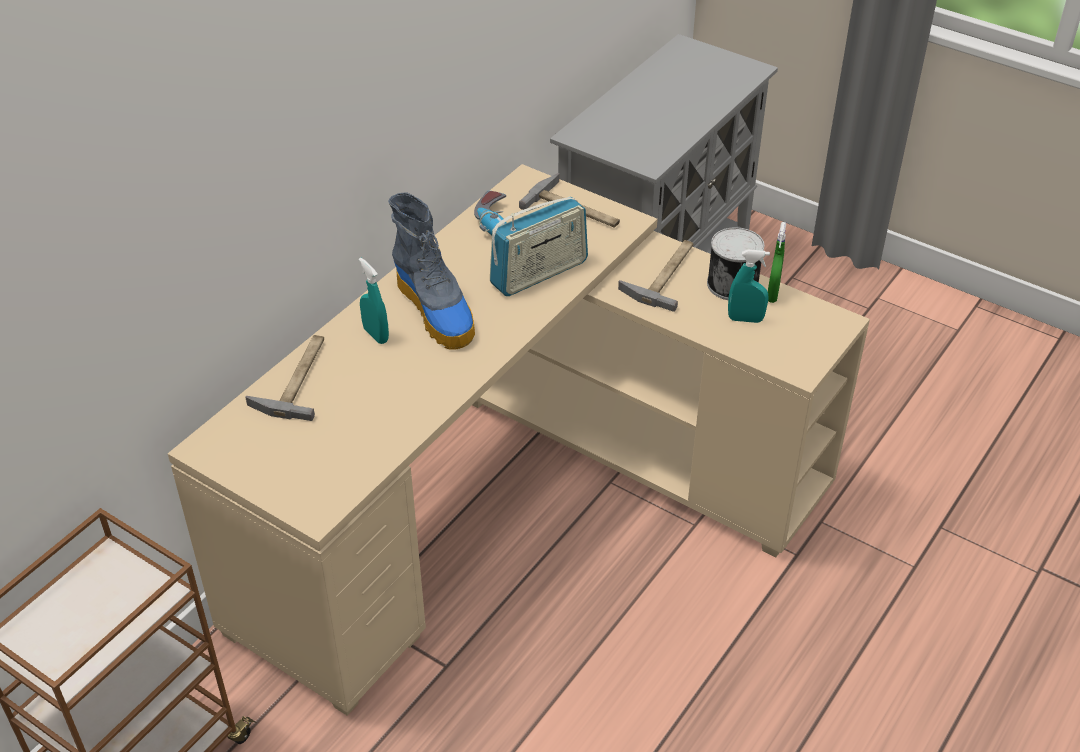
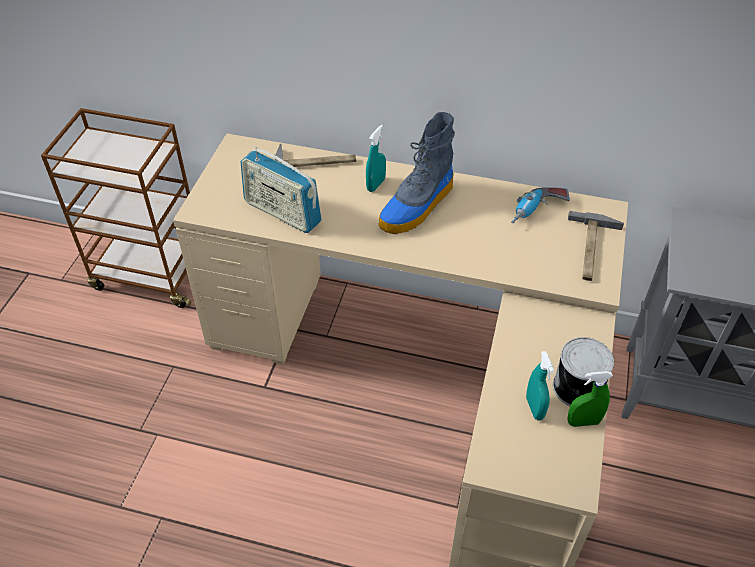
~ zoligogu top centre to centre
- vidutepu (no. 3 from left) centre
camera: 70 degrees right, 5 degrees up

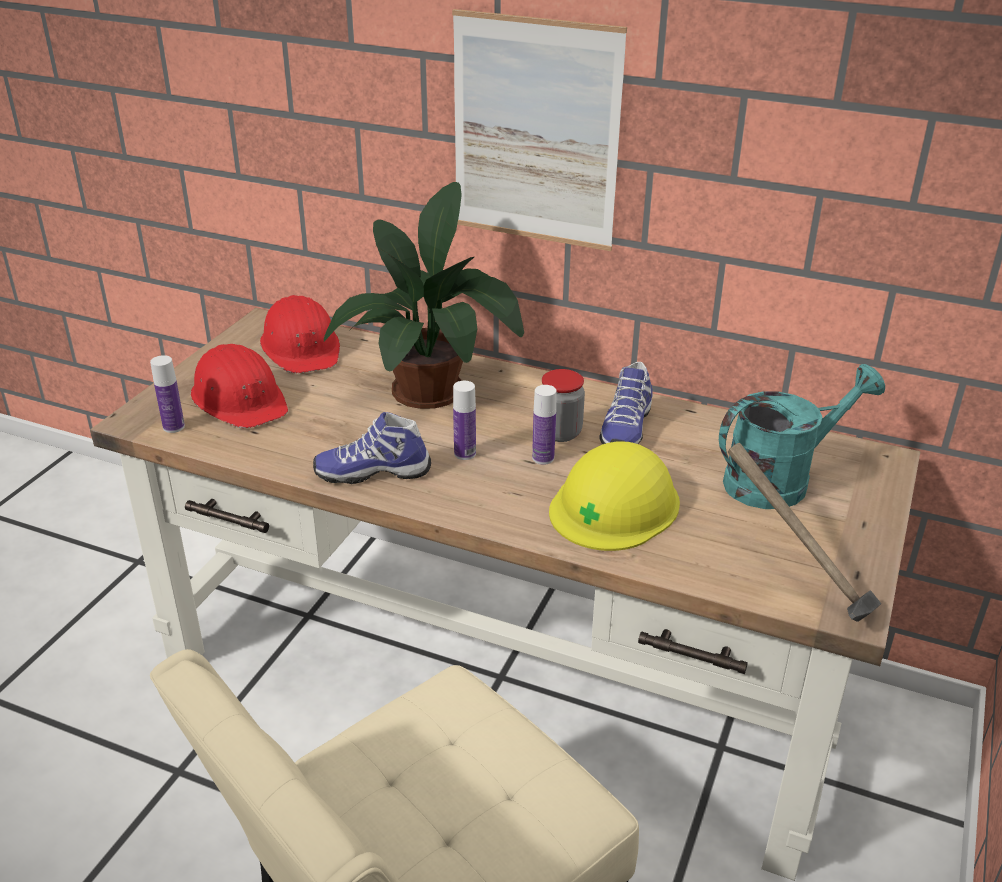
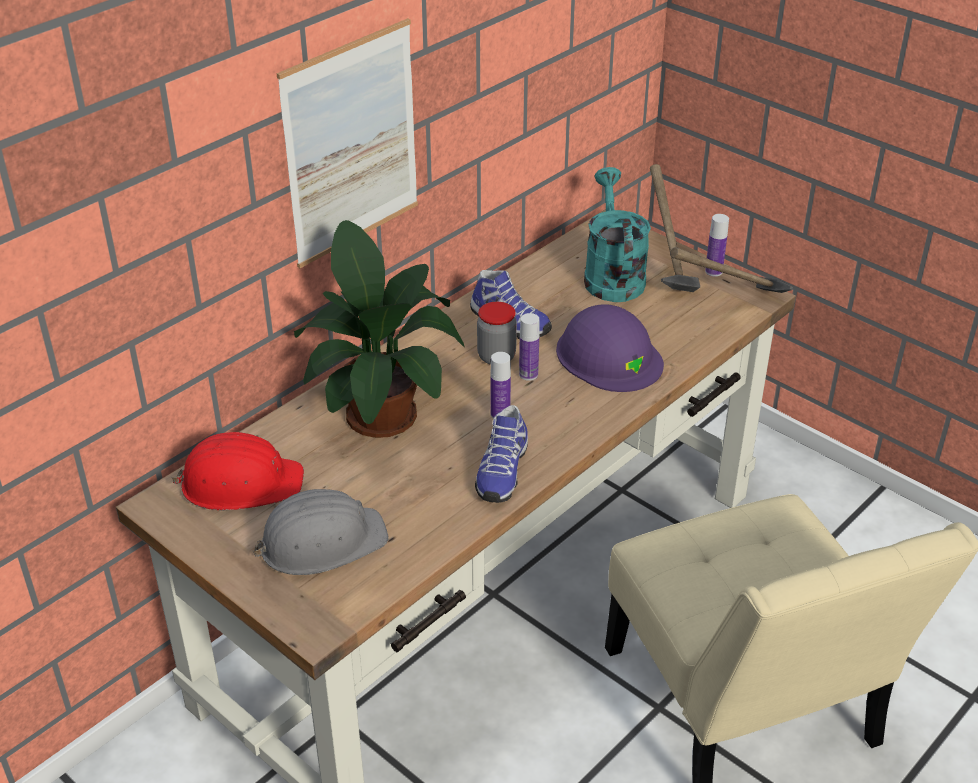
~ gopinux (no. 1 from left in the first image) middle left to gopinux (no. 3 from left) top right
~ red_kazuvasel (no. 1 from left) middle left to grey_kazuvasel bottom left
~ yellow_kazuvasel centre to purple_kazuvasel centre
+ vidutepu (no. 1 from left) top right
camera: 70 degrees left, 5 degrees up

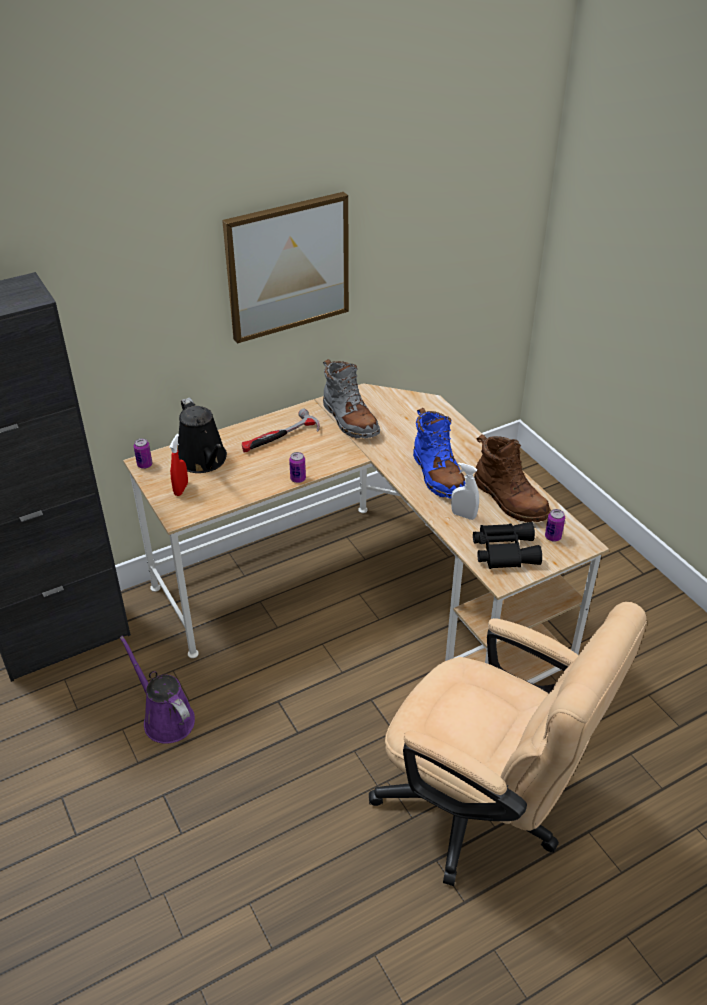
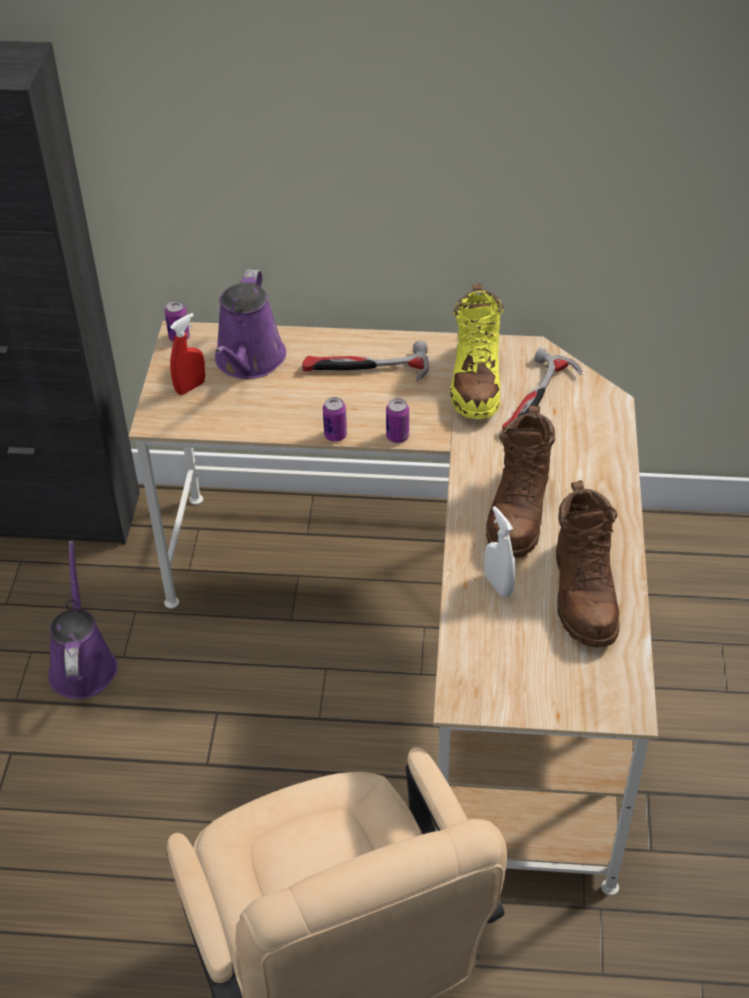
~ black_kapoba middle left to purple_kapoba (no. 2 from left) top centre
- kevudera top centre
~ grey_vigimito centre to yellow_vigimito centre
~ blue_vigimito centre to brown_vigimito (no. 1 from left) middle right
- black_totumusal middle right
~ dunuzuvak (no. 3 from left) middle right to centre
+ vidutepu (no. 2 from left) middle right
camera: 35 degrees right, 5 degrees up

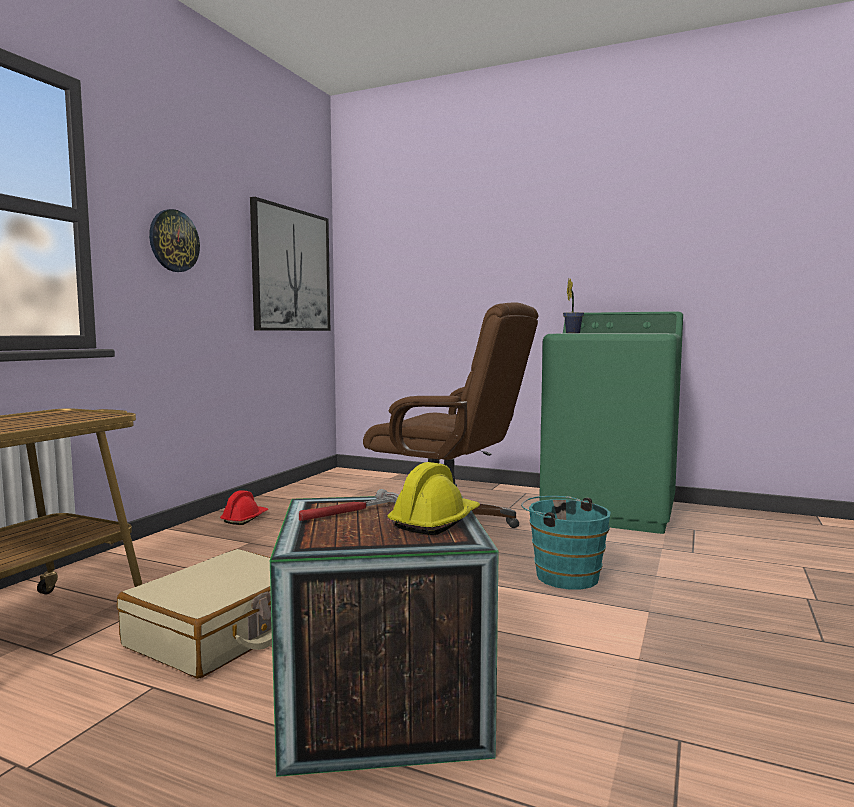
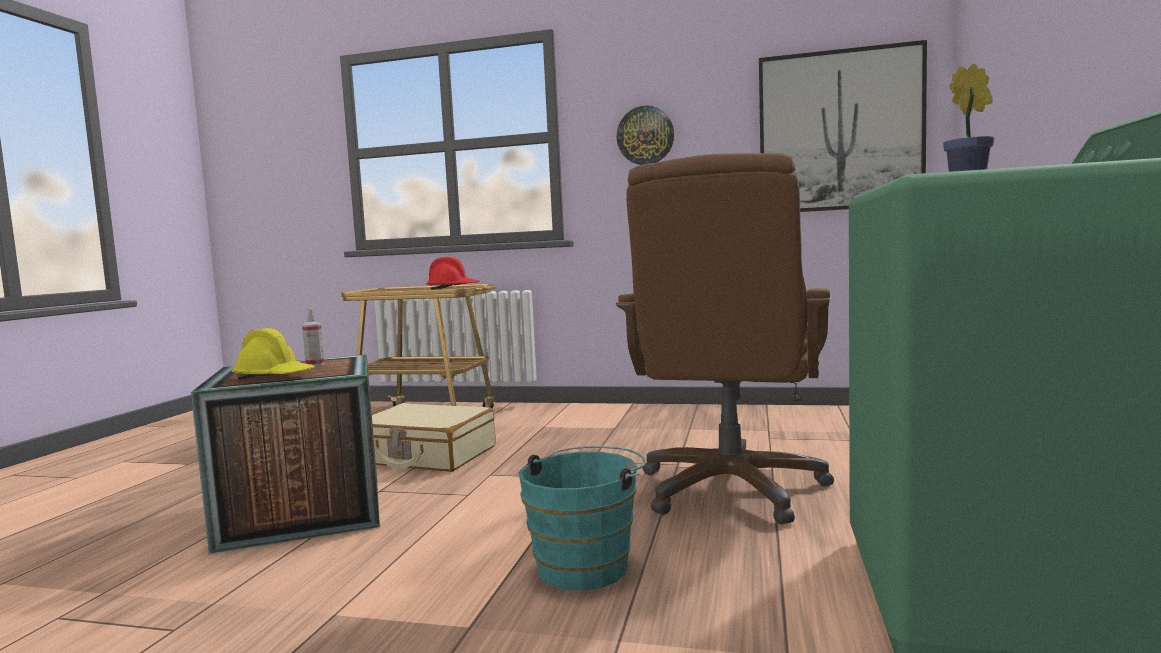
~ red_kazuvasel middle left to centre
~ vidutepu centre to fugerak middle left
camera: 80 degrees right, 0 degrees up

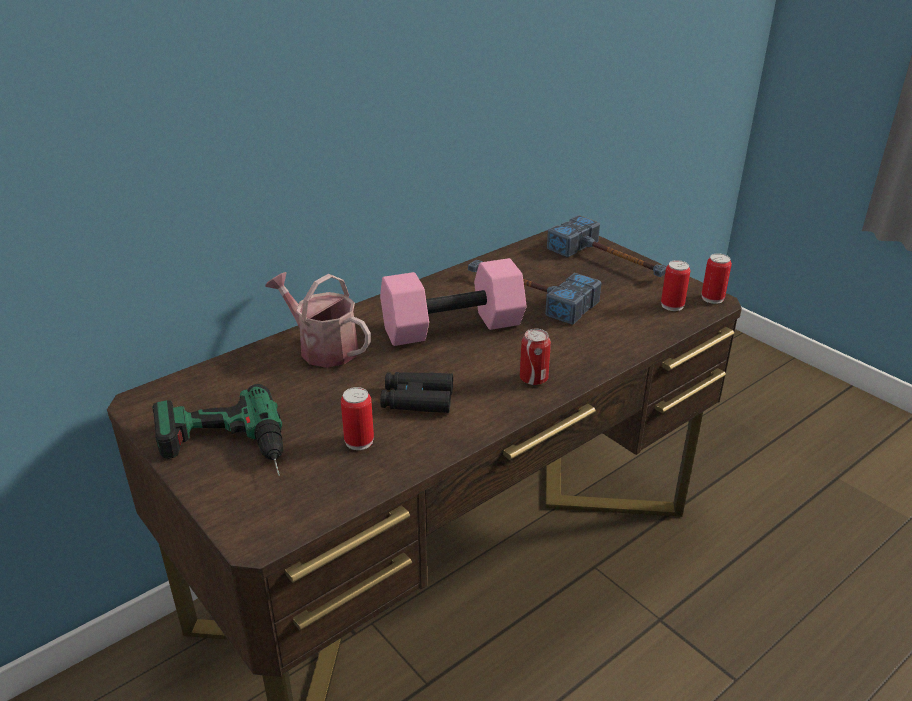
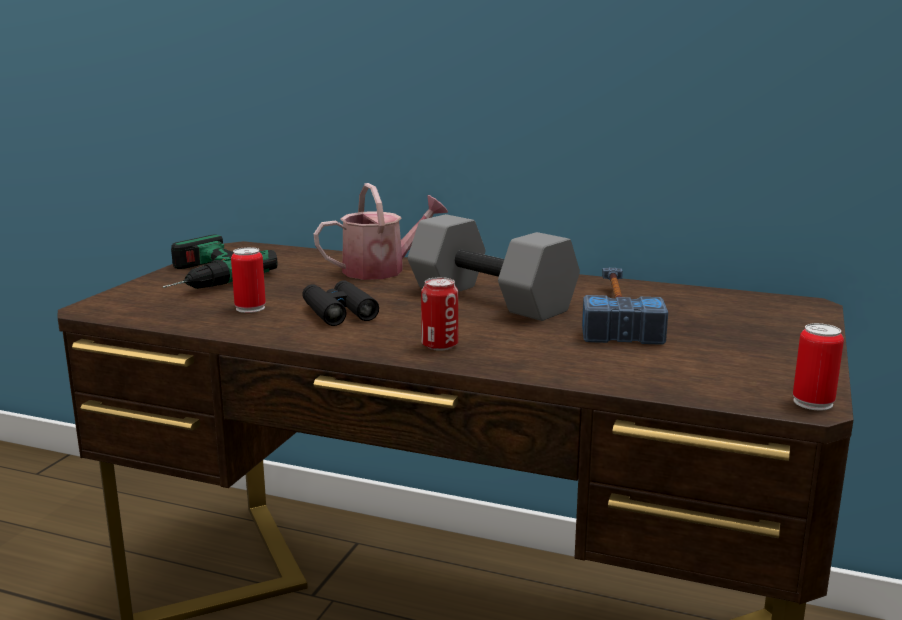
~ kapoba centre = centre 60 degrees clockwise
~ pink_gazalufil centre to grey_gazalufil centre
- vidutepu (no. 2 from left) centre
- dunuzuvak (no. 3 from left) middle right
camera: 60 degrees right, 15 degrees down

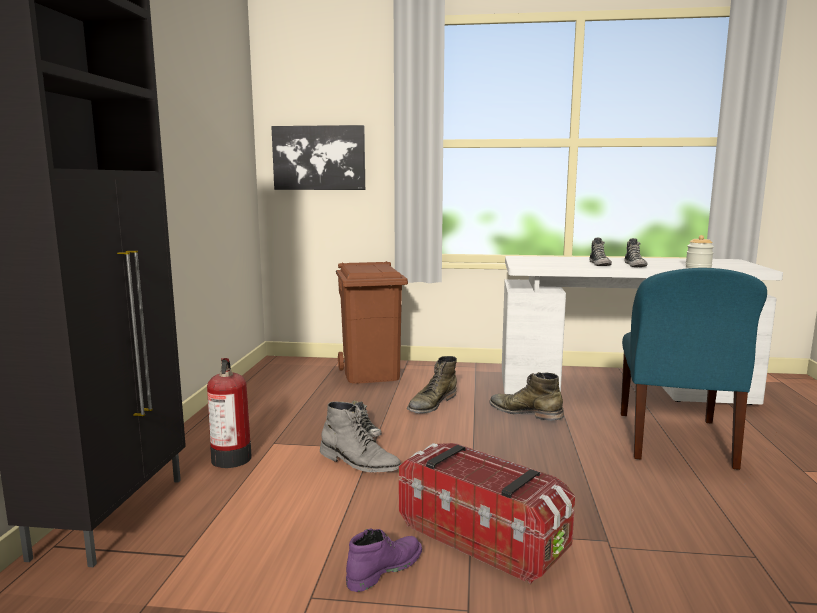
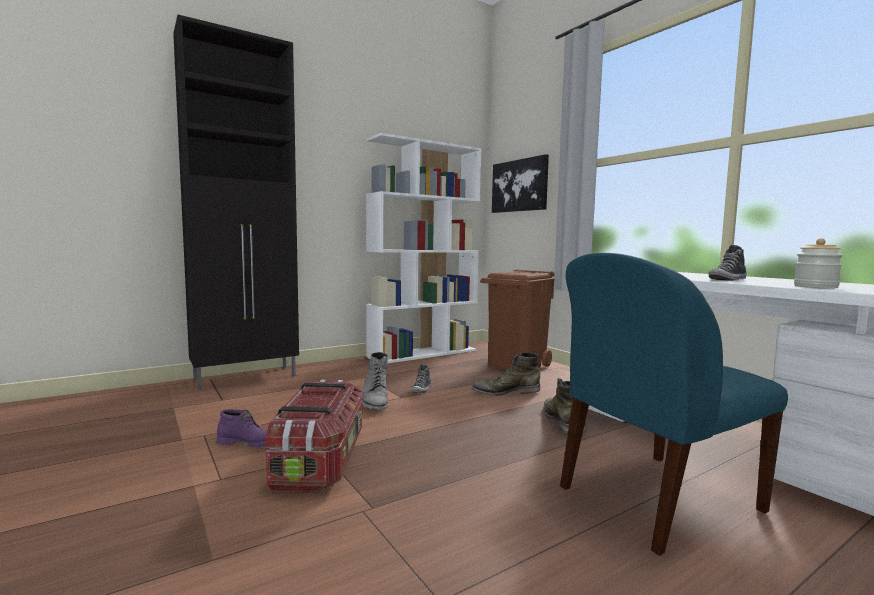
- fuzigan bottom left
- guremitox (no. 2 from left) middle right
+ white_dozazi centre
camera: 50 degrees right, 5 degrees down

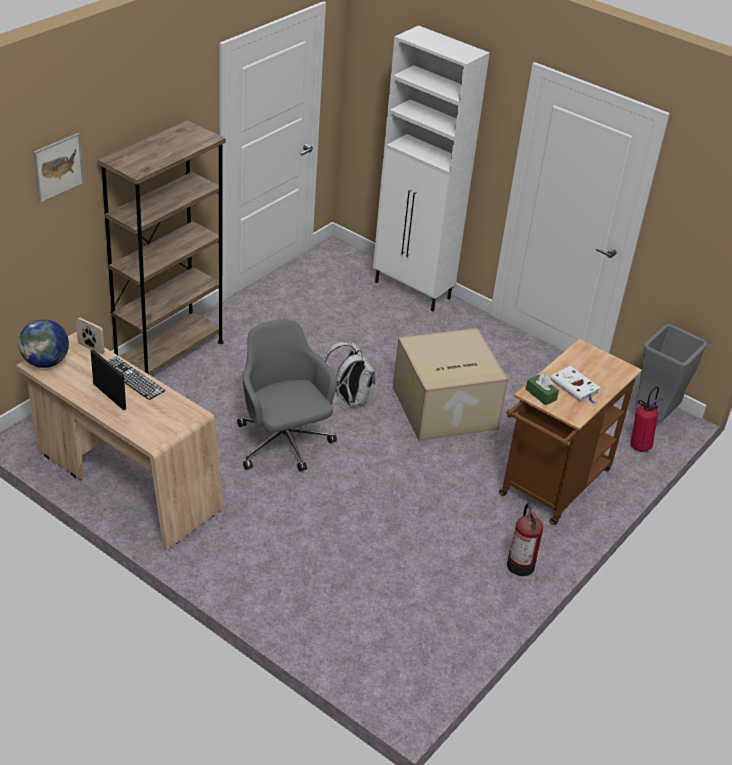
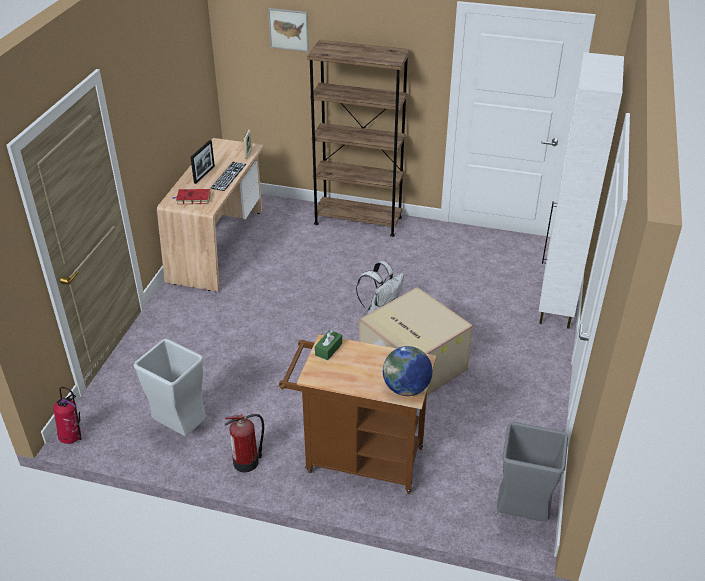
~ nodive middle left to centre
- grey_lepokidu centre
- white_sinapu middle right
~ fuzigan (no. 2 from left in the first image) middle right to fuzigan (no. 1 from left) bottom left
+ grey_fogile (no. 1 from left) middle left
+ red_sinapu middle left
camera: 70 degrees right, 0 degrees up

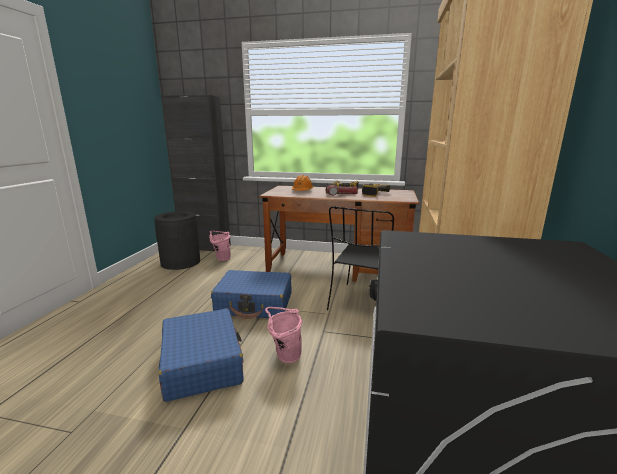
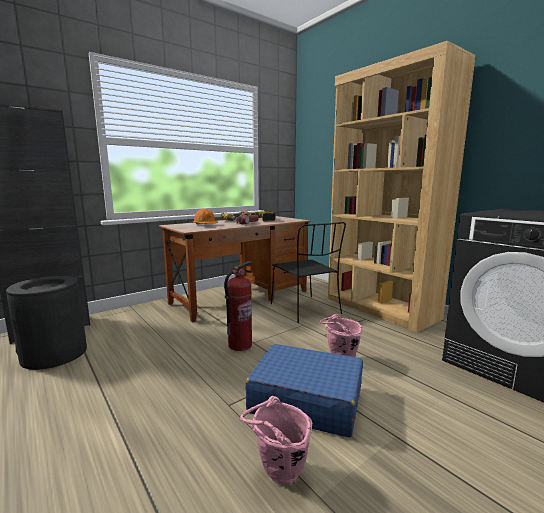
~ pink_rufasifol (no. 1 from left) centre to bottom centre
~ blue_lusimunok (no. 2 from left) centre to fuzigan centre
camera: 50 degrees left, 5 degrees down

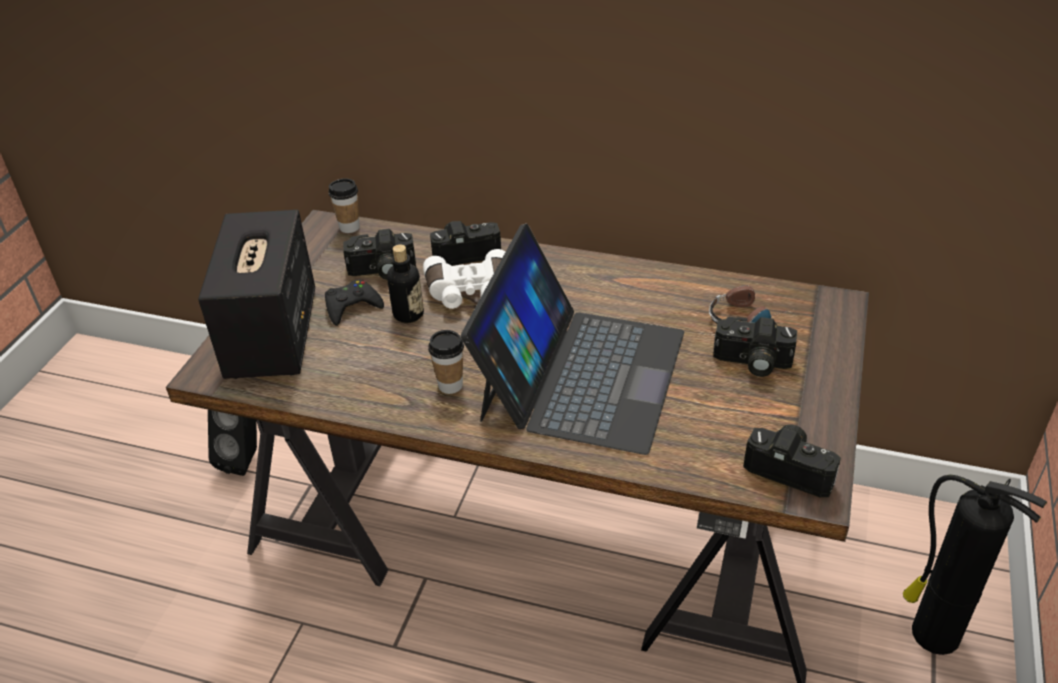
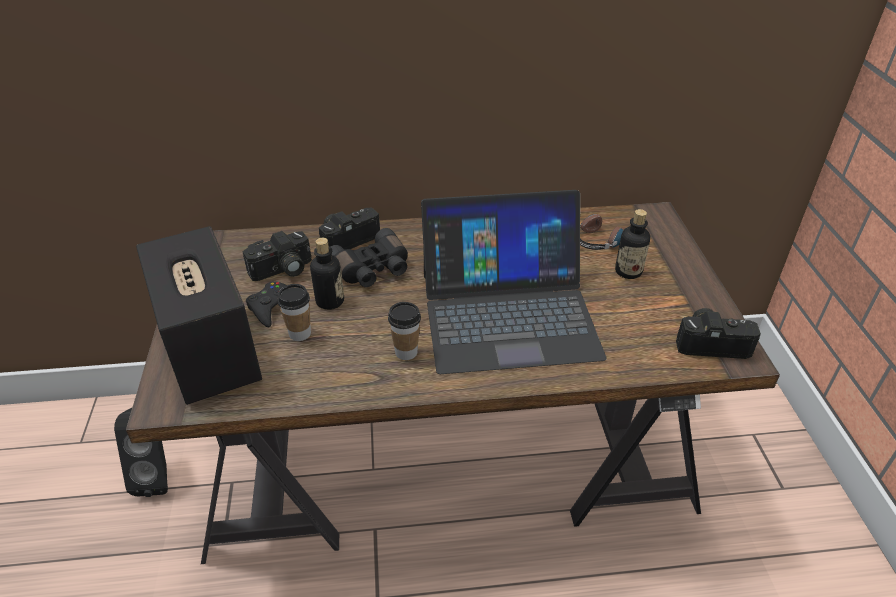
~ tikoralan (no. 1 from left) top left to middle left
~ white_totumusal centre to black_totumusal centre
~ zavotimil centre = centre 90 degrees clockwise
~ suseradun (no. 3 from left) middle right to gopinux (no. 2 from left) middle right
- fuzigan bottom right
camera: 25 degrees left, 0 degrees up

